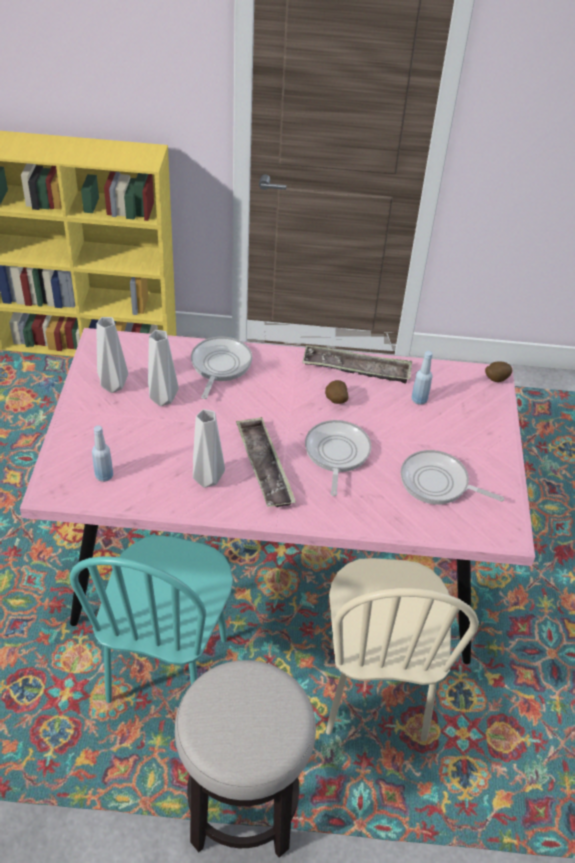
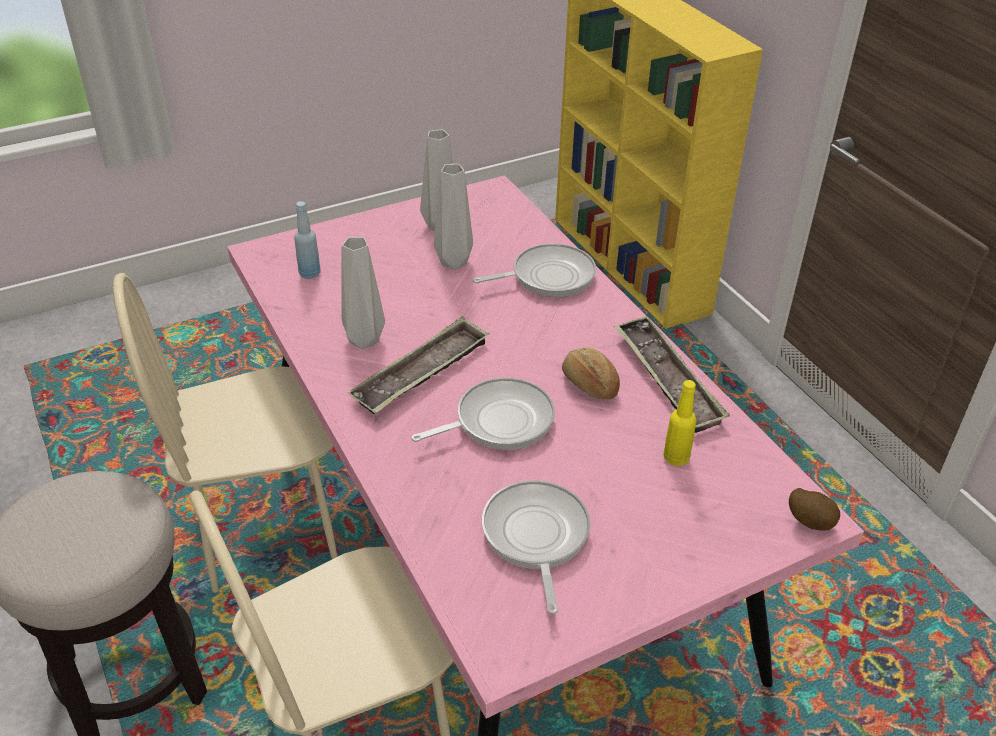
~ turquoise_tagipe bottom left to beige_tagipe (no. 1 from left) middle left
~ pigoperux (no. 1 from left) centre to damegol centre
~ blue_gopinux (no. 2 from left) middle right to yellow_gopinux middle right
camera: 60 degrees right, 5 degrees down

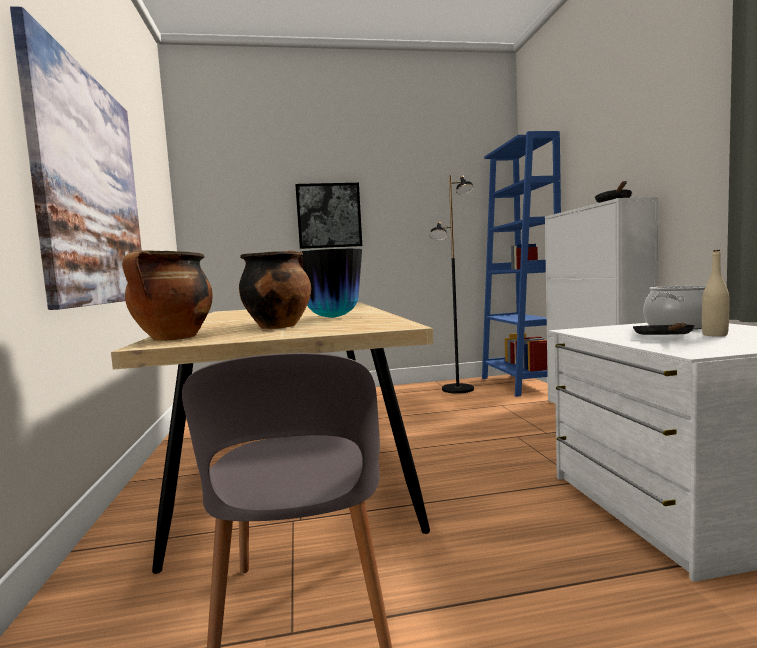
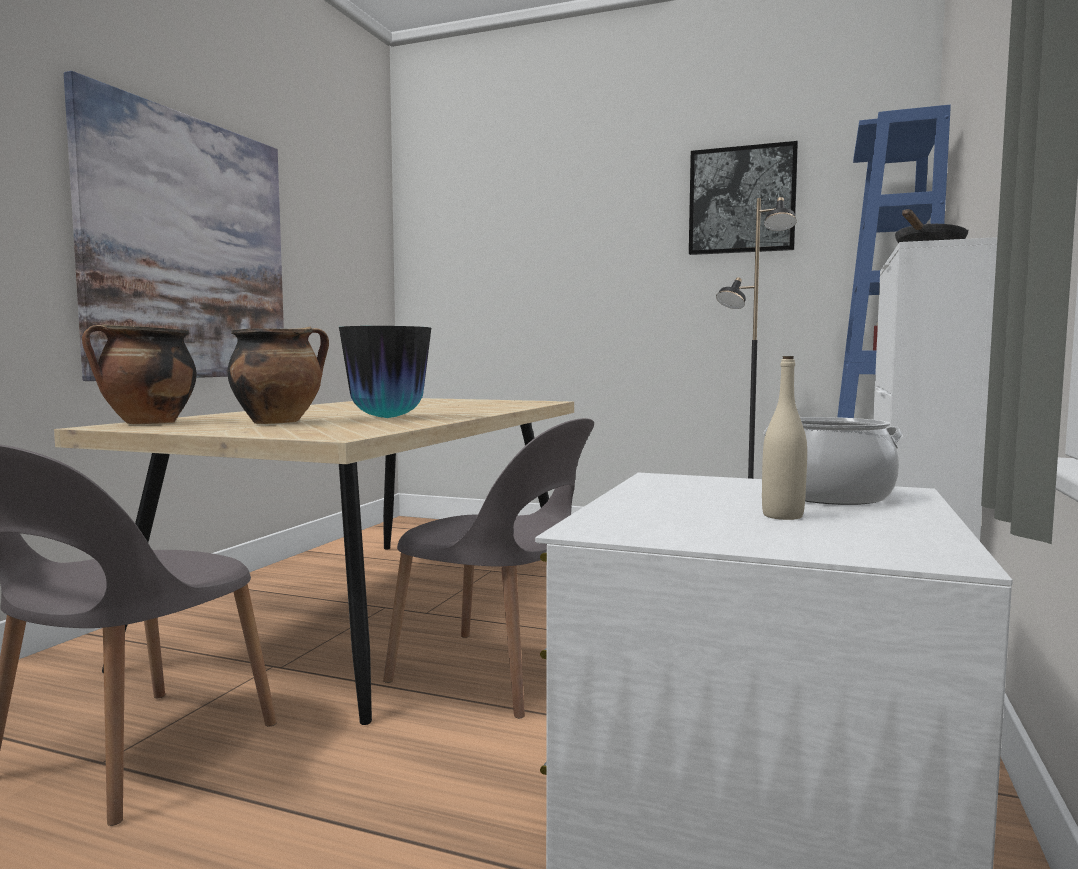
~ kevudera (no. 2 from left) centre to top right
- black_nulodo (no. 2 from left) middle right
+ grey_tagipe (no. 2 from left) centre
camera: 30 degrees right, 0 degrees up

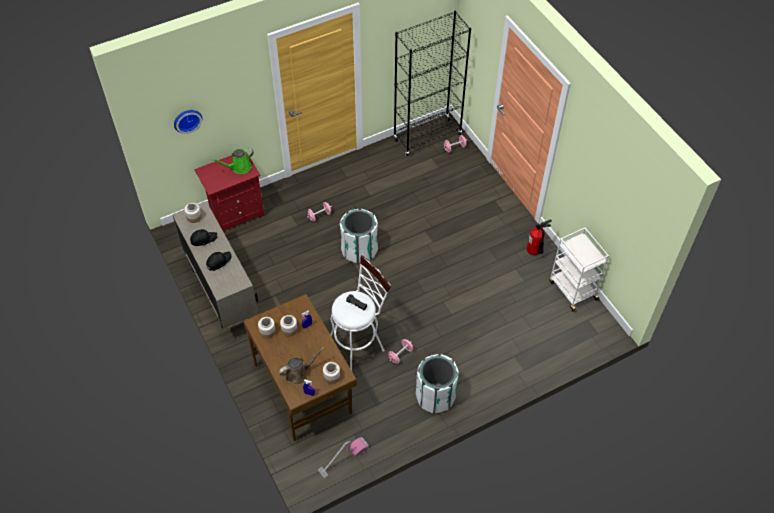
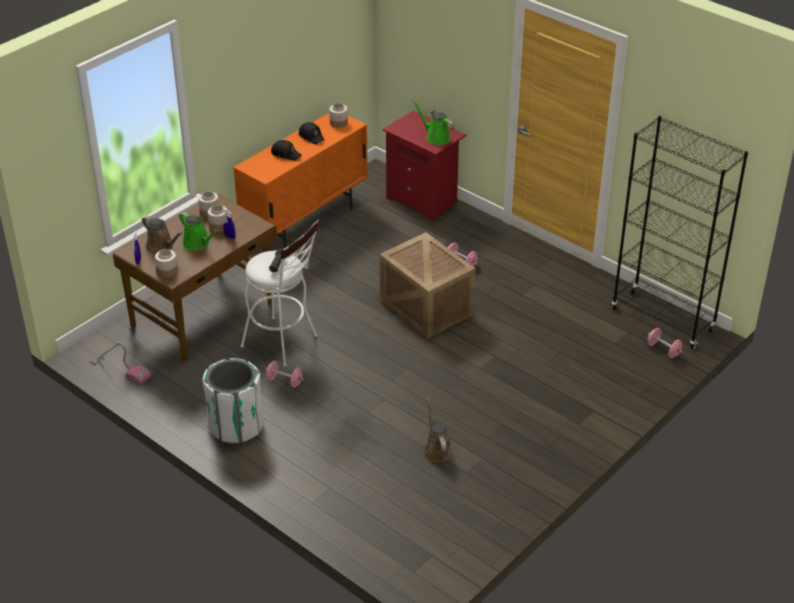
~ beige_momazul middle left to orange_momazul top centre
- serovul top left
~ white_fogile (no. 1 from left) centre to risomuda centre
- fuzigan middle right
- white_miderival middle right
+ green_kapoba (no. 1 from left) middle left
+ brown_kapoba (no. 2 from left) bottom centre
camera: 70 degrees right, 15 degrees down

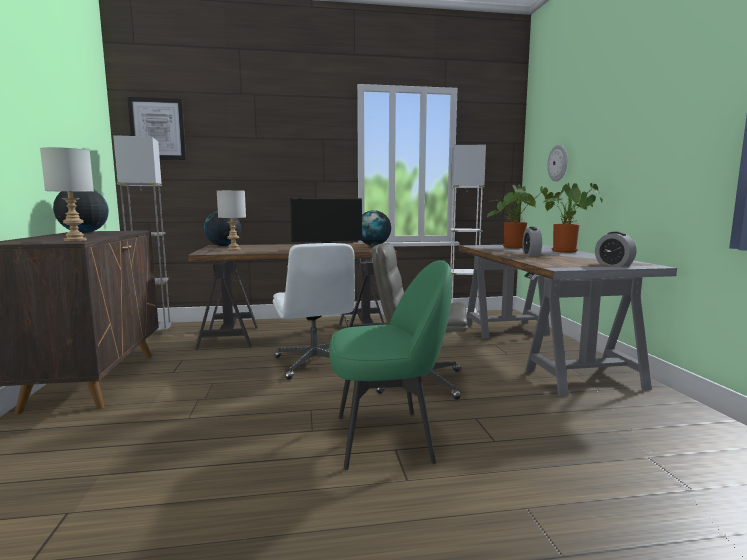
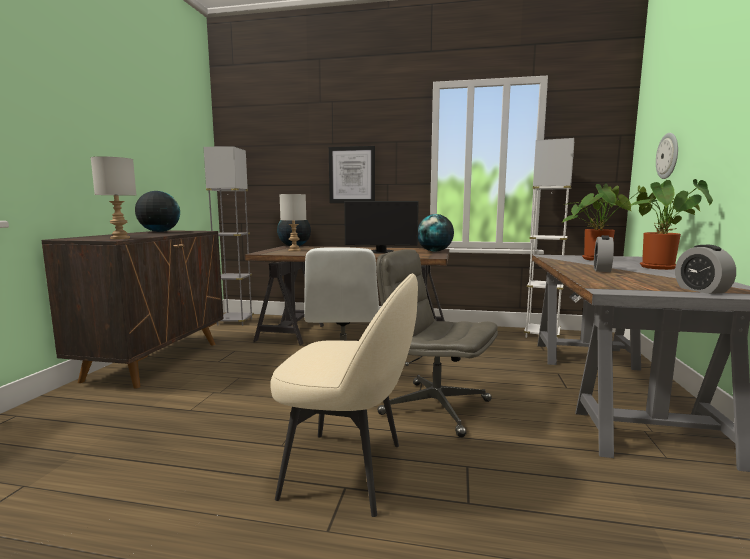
~ kevudera top left to top centre
~ green_tagipe centre to beige_tagipe bottom centre
camera: 20 degrees right, 0 degrees up

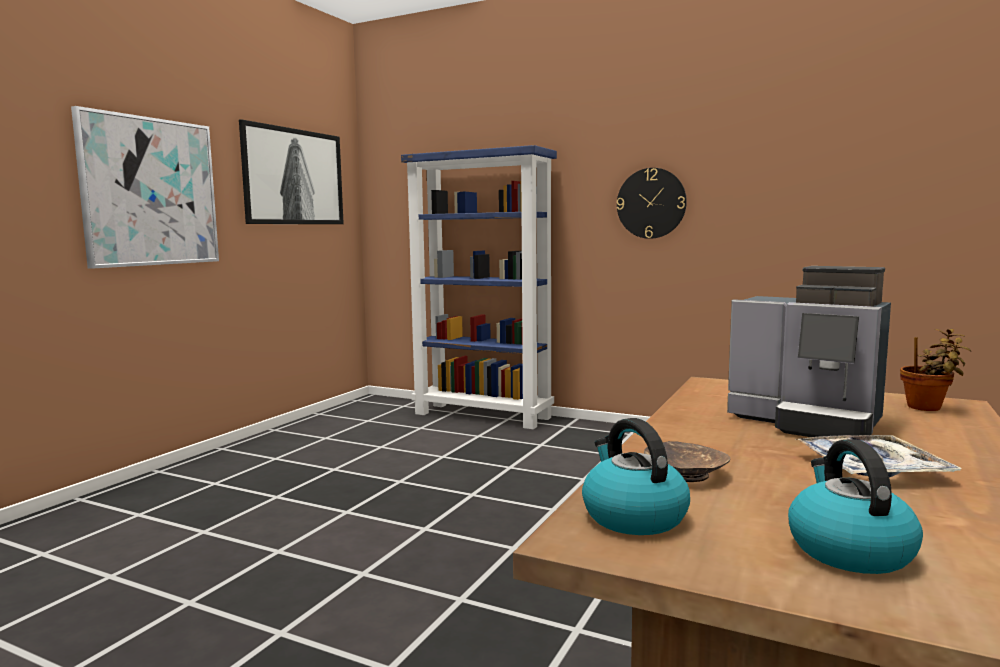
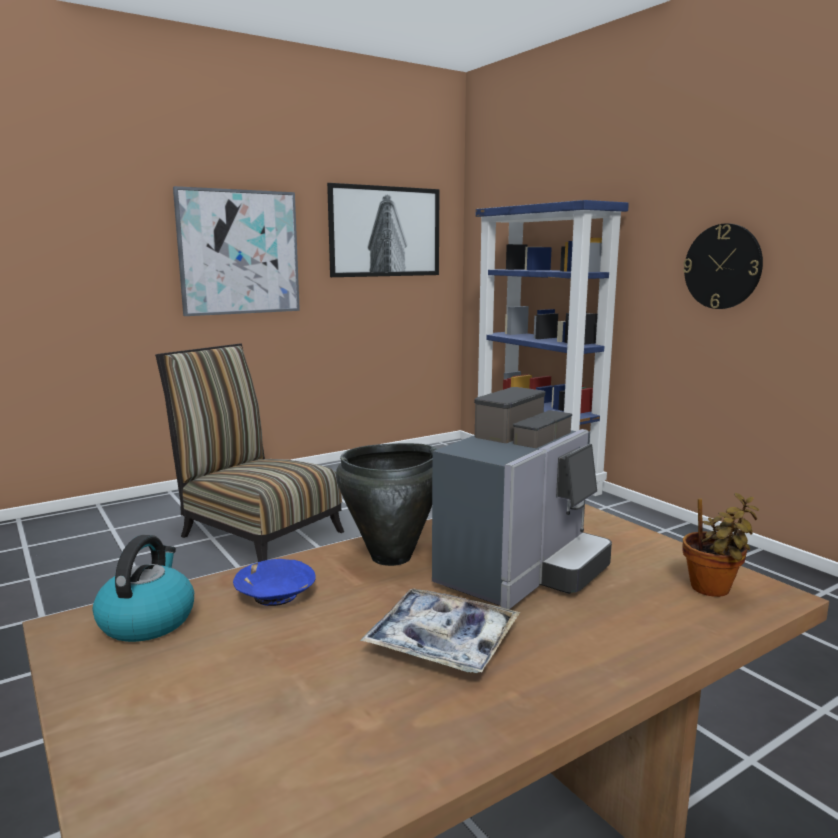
~ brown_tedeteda bottom right to blue_tedeteda bottom left
~ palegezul middle right = centre 120 degrees counterclockwise
- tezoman (no. 2 from left) bottom right
+ tagipe middle left
+ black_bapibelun centre
camera: 30 degrees right, 5 degrees up

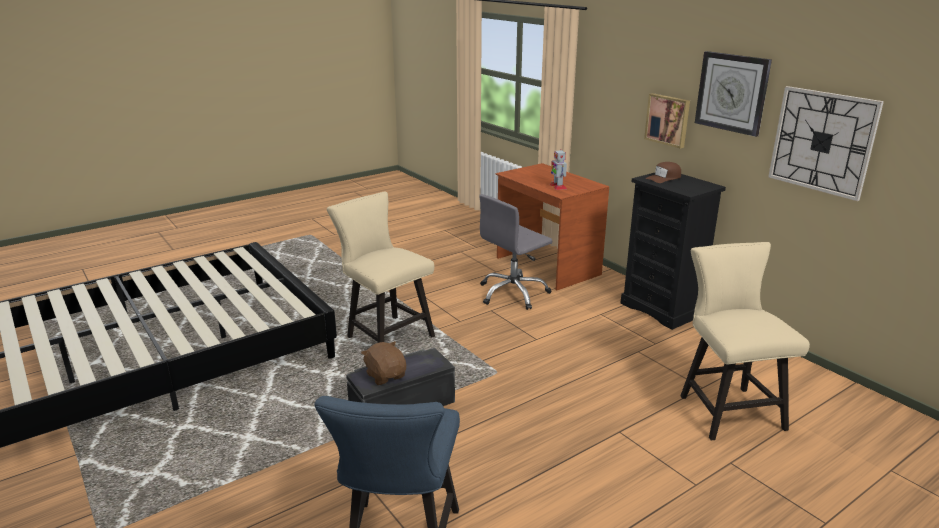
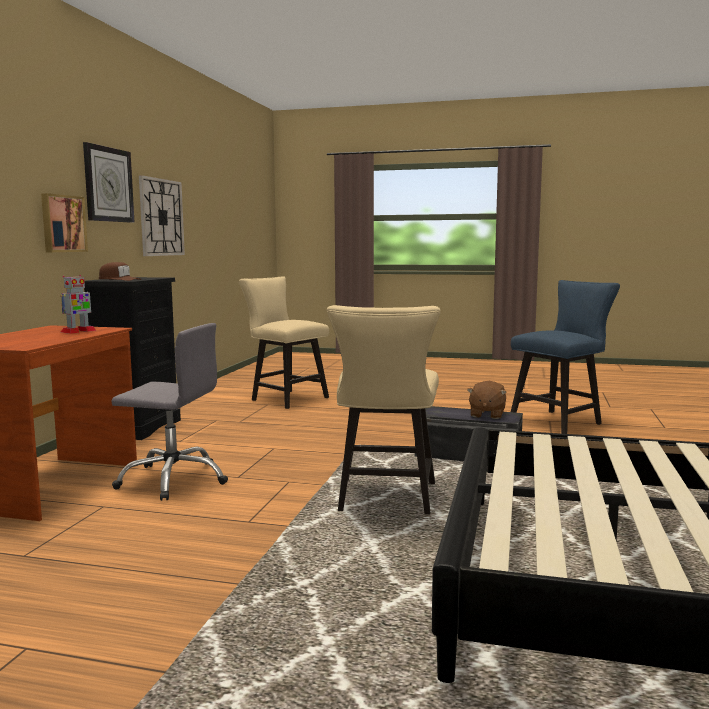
~ beige_tagipe (no. 2 from left in the first image) middle right = centre 90 degrees clockwise
camera: 130 degrees left, 15 degrees down

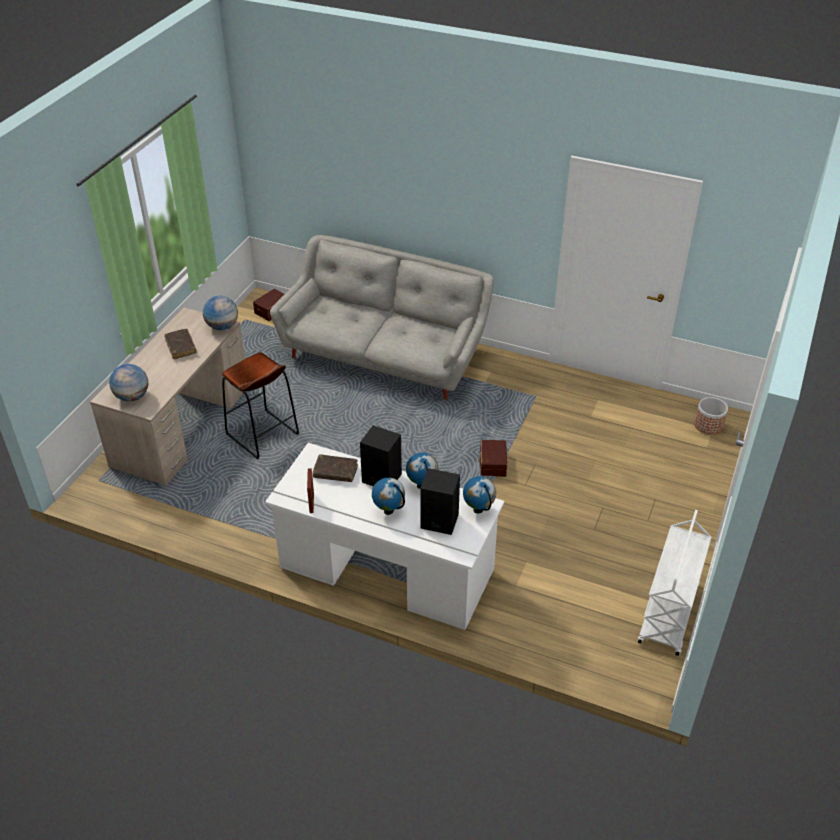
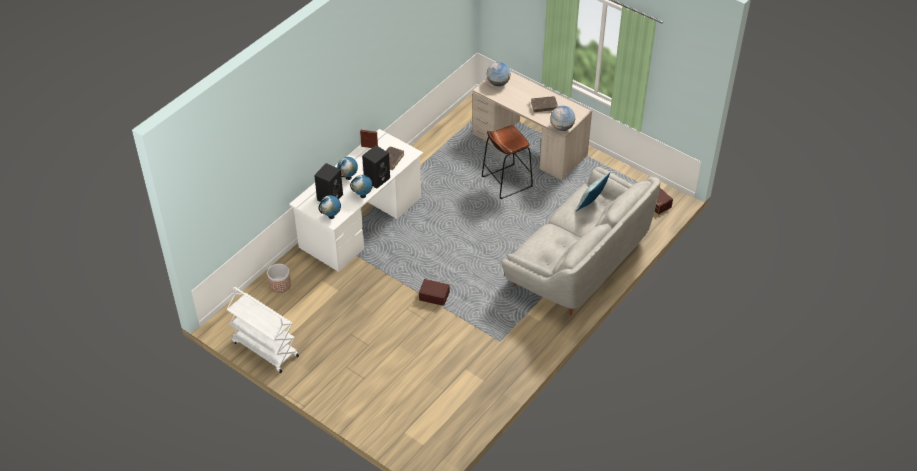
~ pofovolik middle right to middle left
+ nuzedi centre
camera: 105 degrees right, 5 degrees up

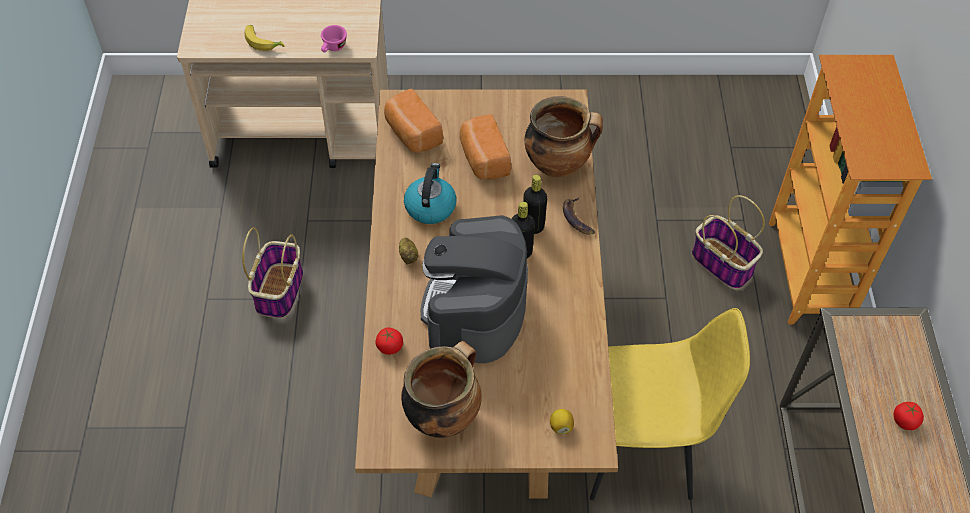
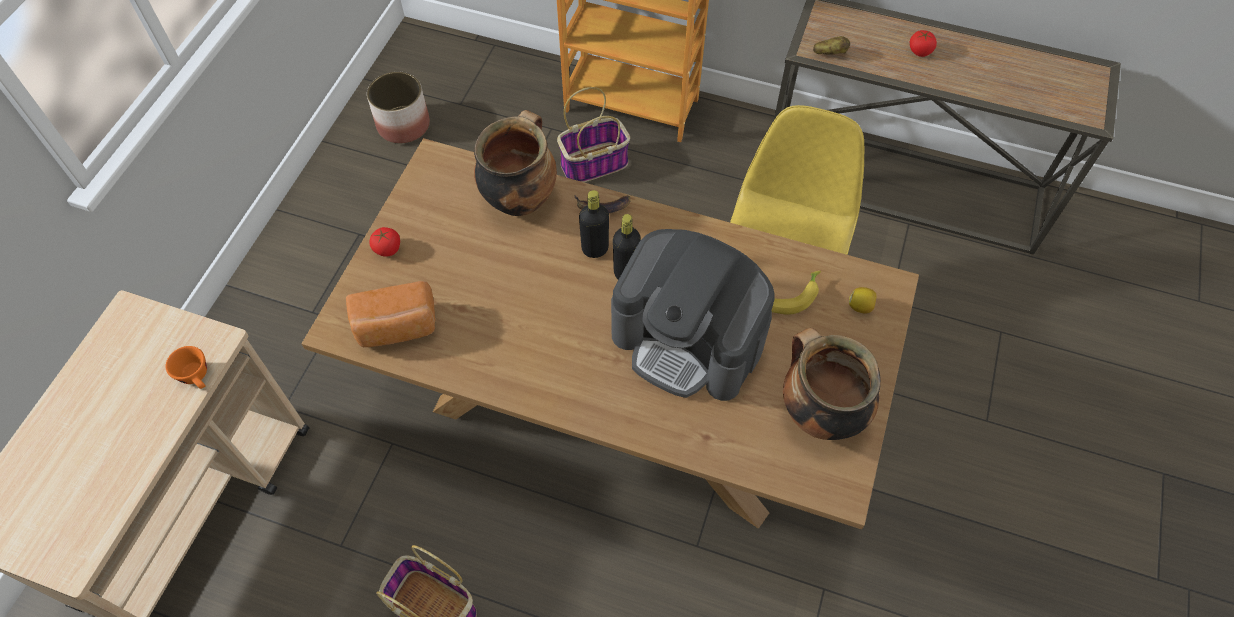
~ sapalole (no. 1 from left in the first image) top left to sapalole (no. 2 from left) centre
~ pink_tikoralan top centre to orange_tikoralan middle left
~ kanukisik (no. 1 from left) centre to middle left
~ pigoperux centre to top right
- tezoman centre
- damegol (no. 2 from left) top centre
+ pofovolik top left
camera: 70 degrees left, 5 degrees up

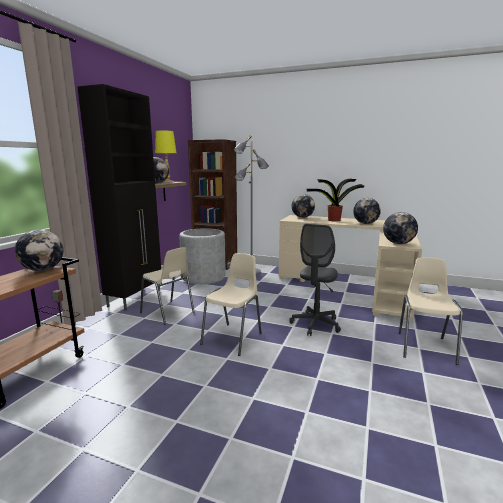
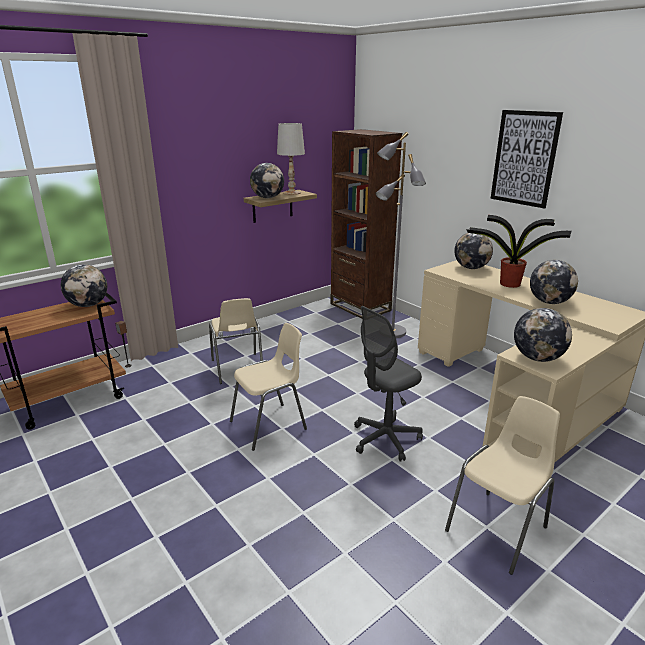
- black_momazul middle left
~ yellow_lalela top left to white_lalela top centre
- grey_pofovolik centre
+ kevudera top right
camera: 30 degrees right, 10 degrees up

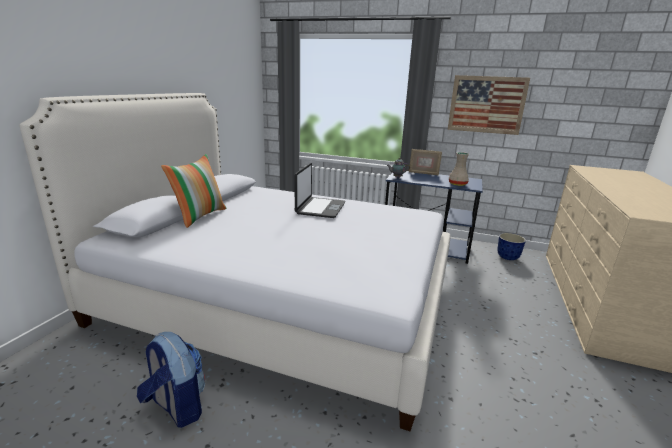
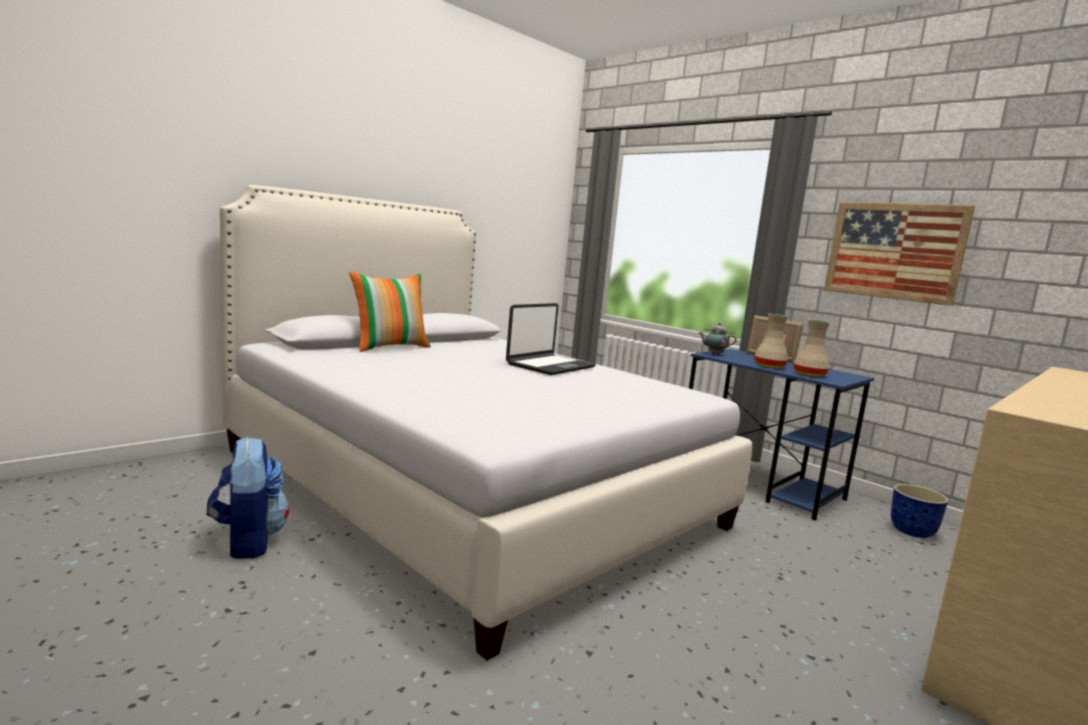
+ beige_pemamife (no. 1 from left) middle right
camera: 25 degrees right, 10 degrees down

